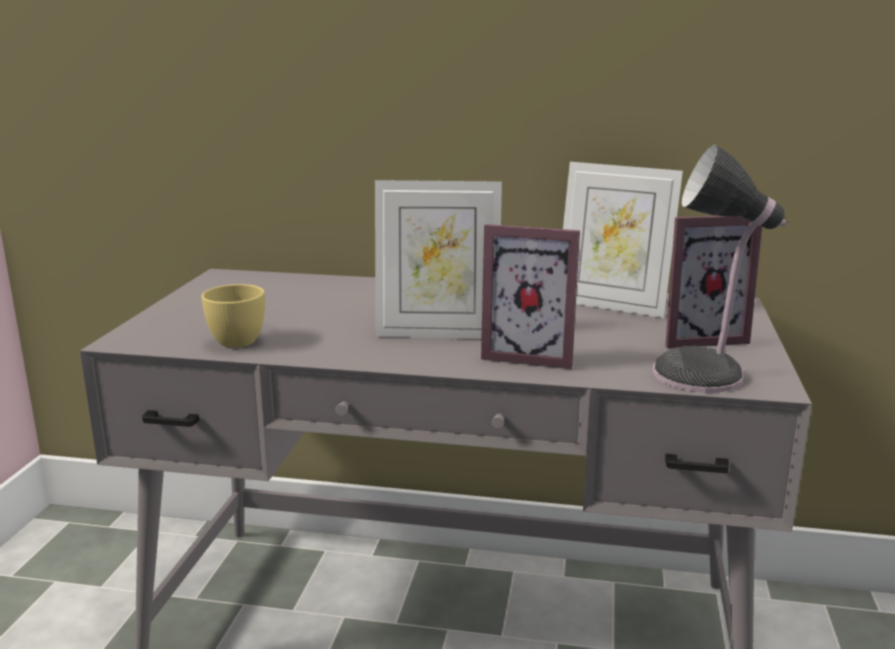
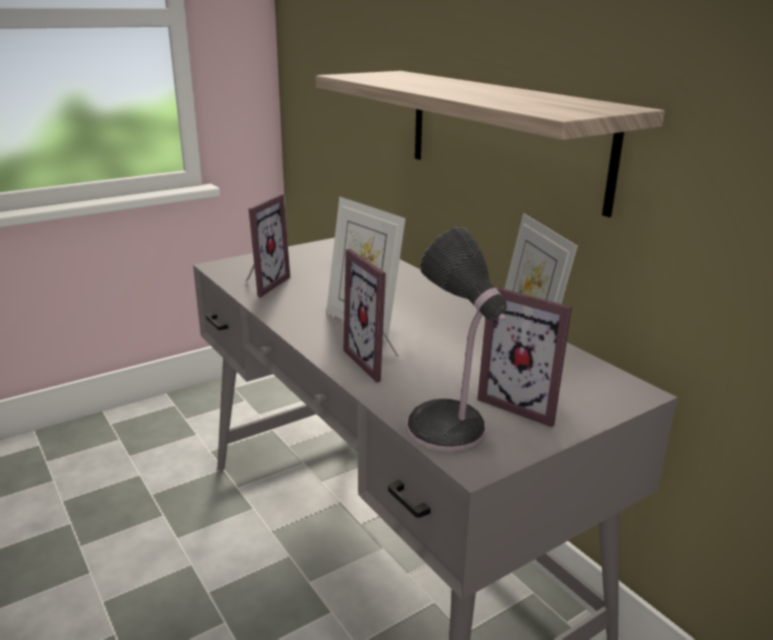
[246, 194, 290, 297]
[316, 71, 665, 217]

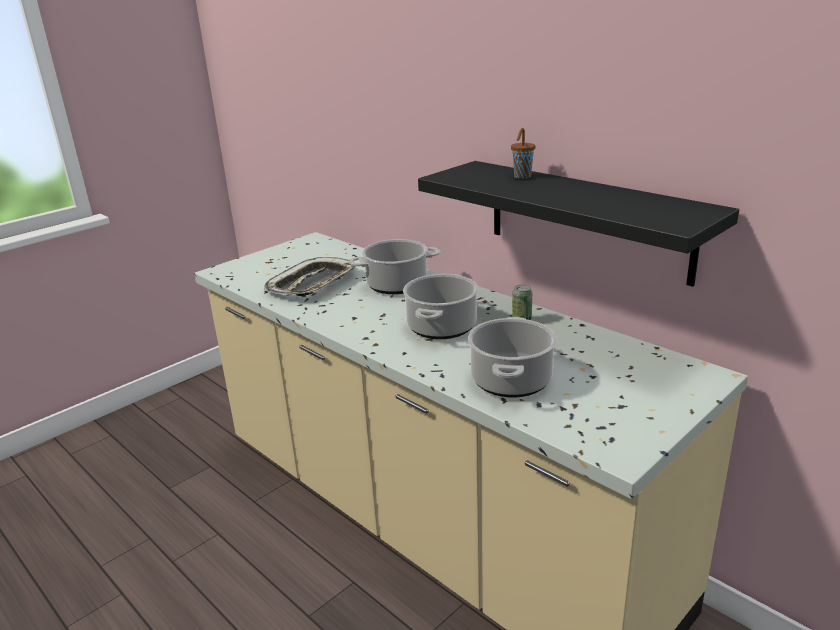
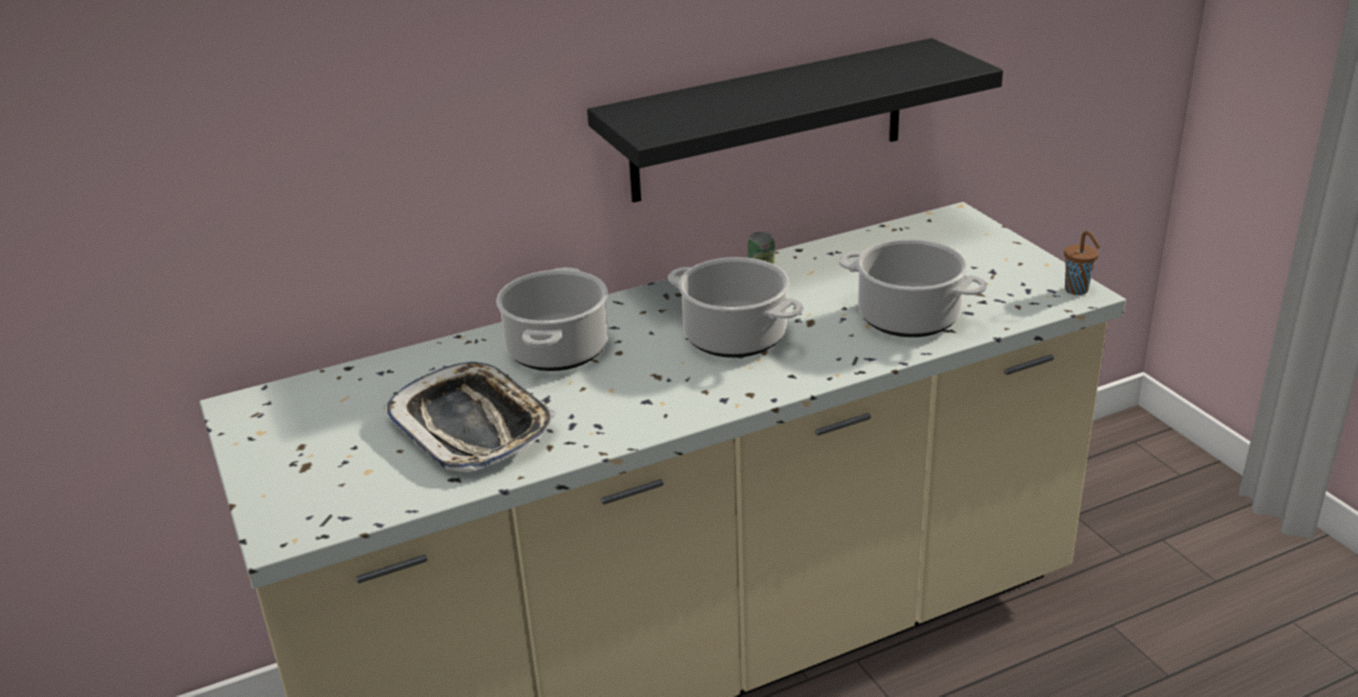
[1064, 231, 1100, 295]

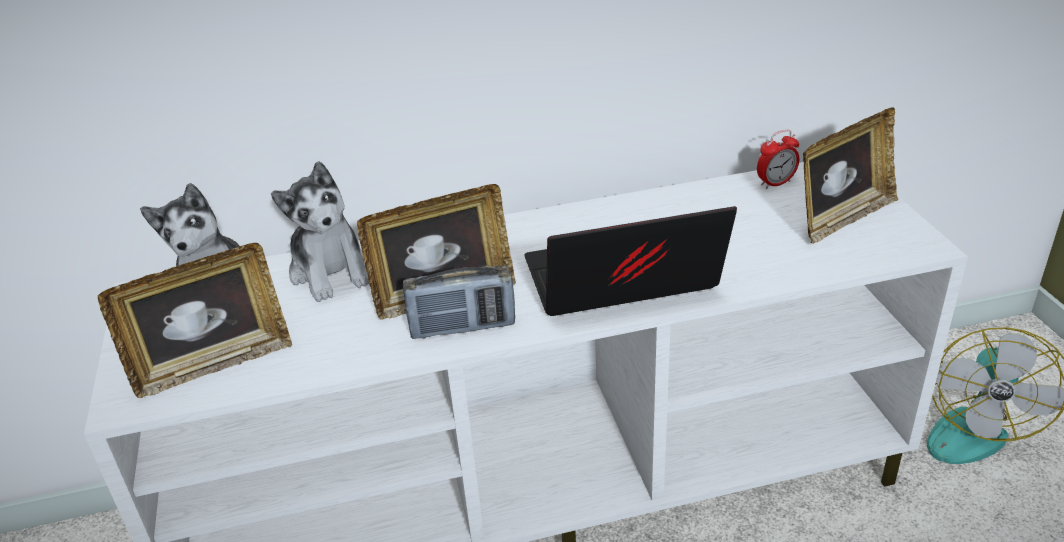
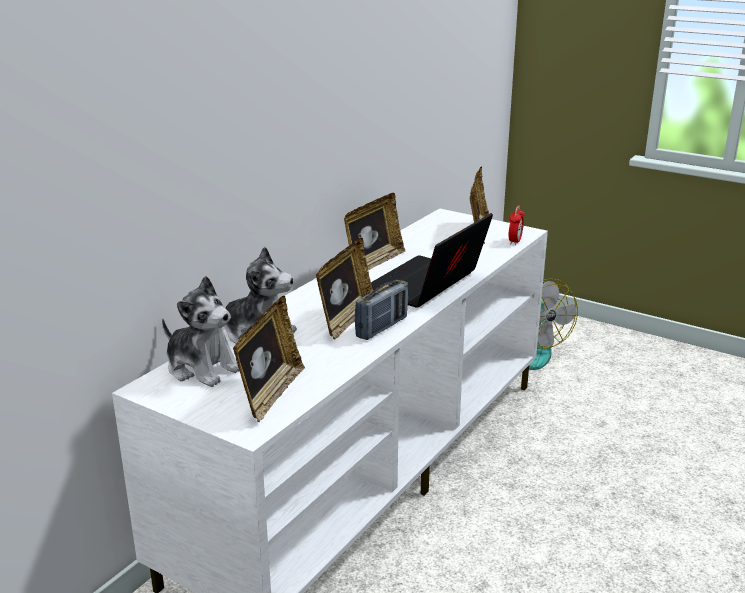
[509, 206, 525, 245]
[344, 193, 406, 270]

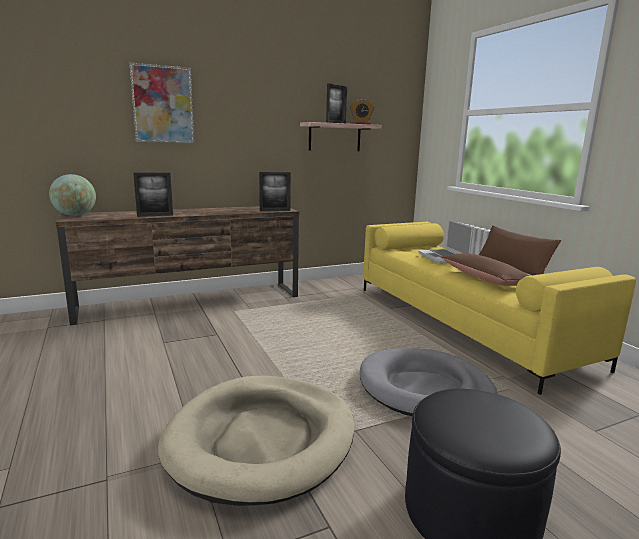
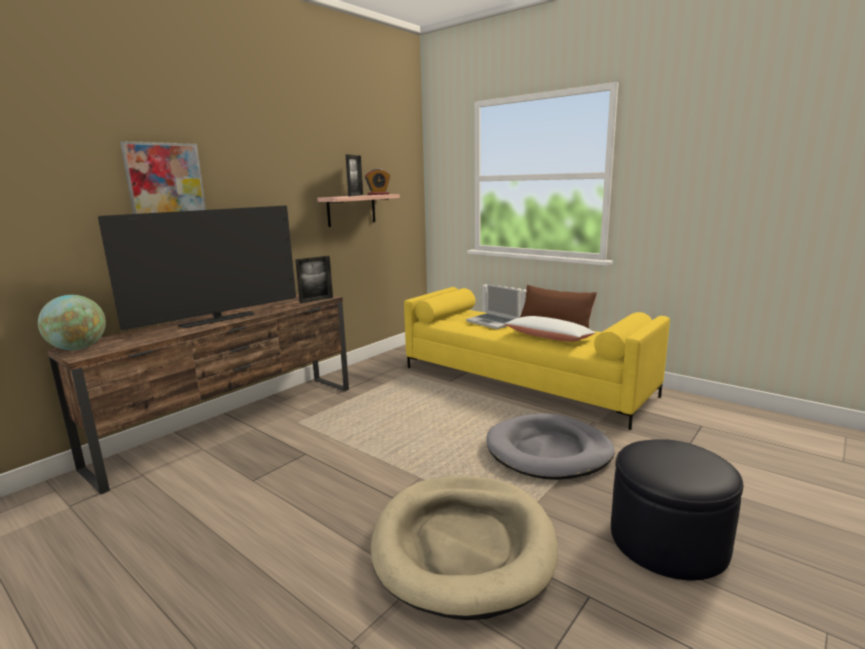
[133, 173, 173, 217] (first image)
[503, 316, 596, 342]
[98, 205, 296, 330]

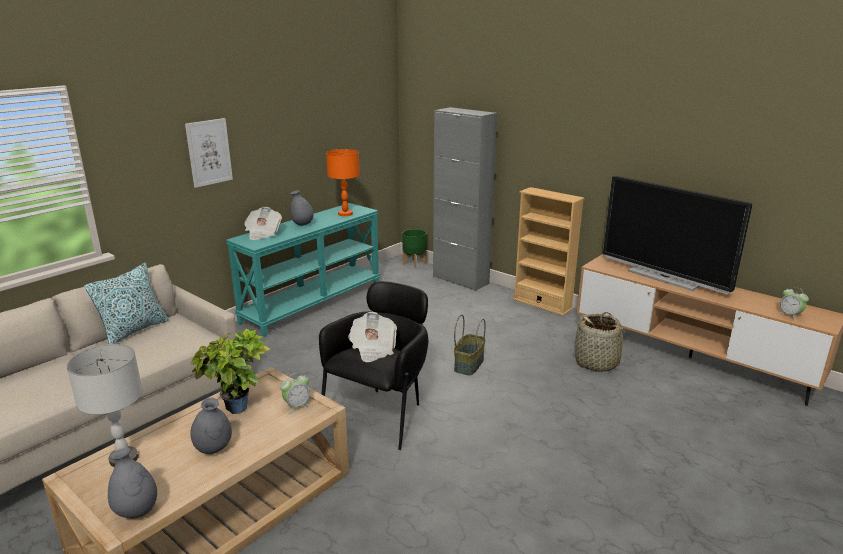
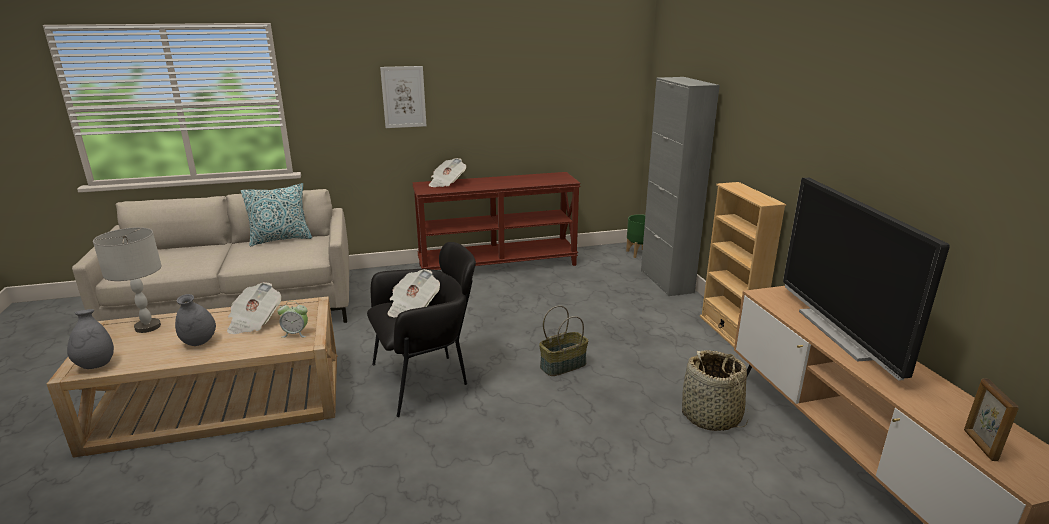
[227, 282, 281, 334]
[412, 172, 581, 270]
[290, 190, 314, 226] (first image)
[326, 149, 360, 216] (first image)
[964, 378, 1019, 461]

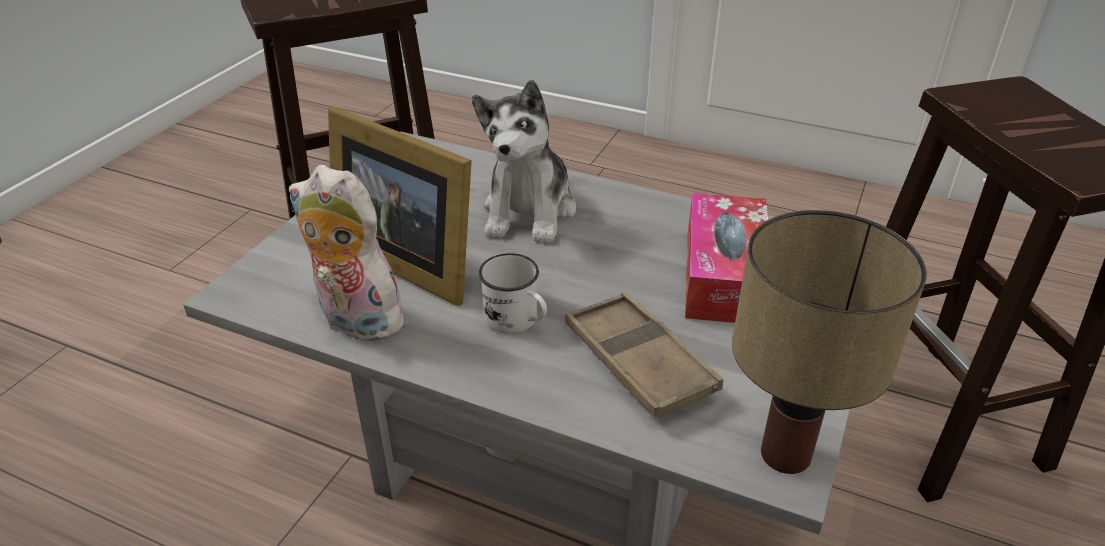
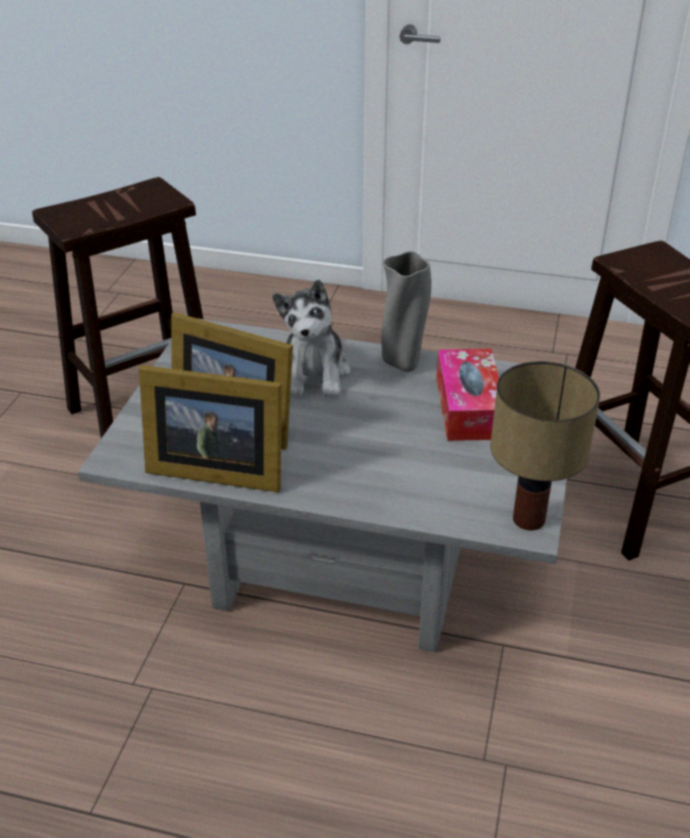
[139, 365, 282, 492]
[479, 253, 547, 334] (first image)
[565, 292, 723, 418] (first image)
[381, 251, 431, 372]

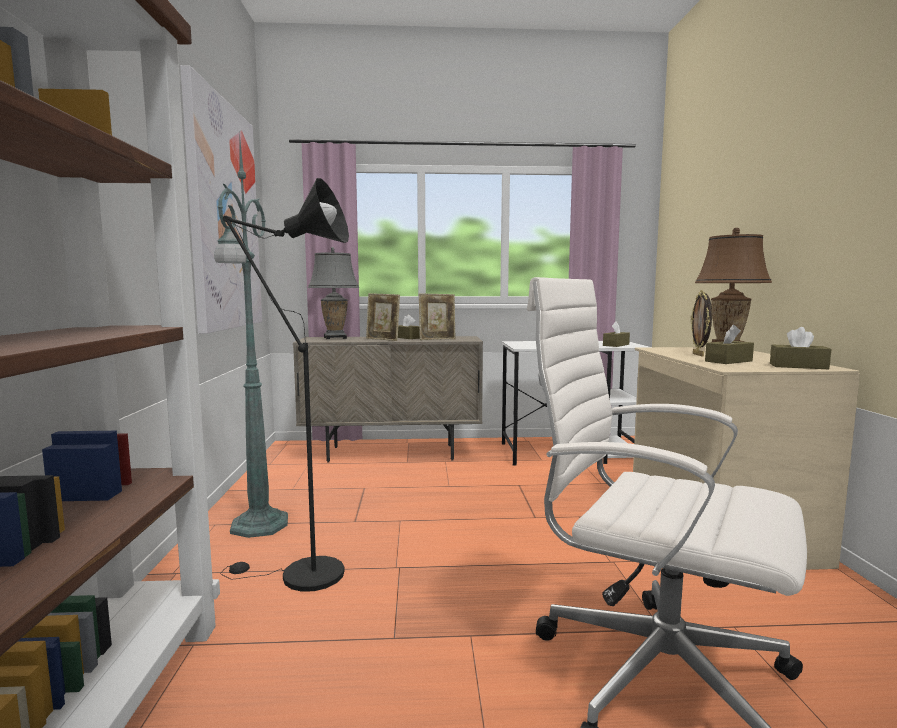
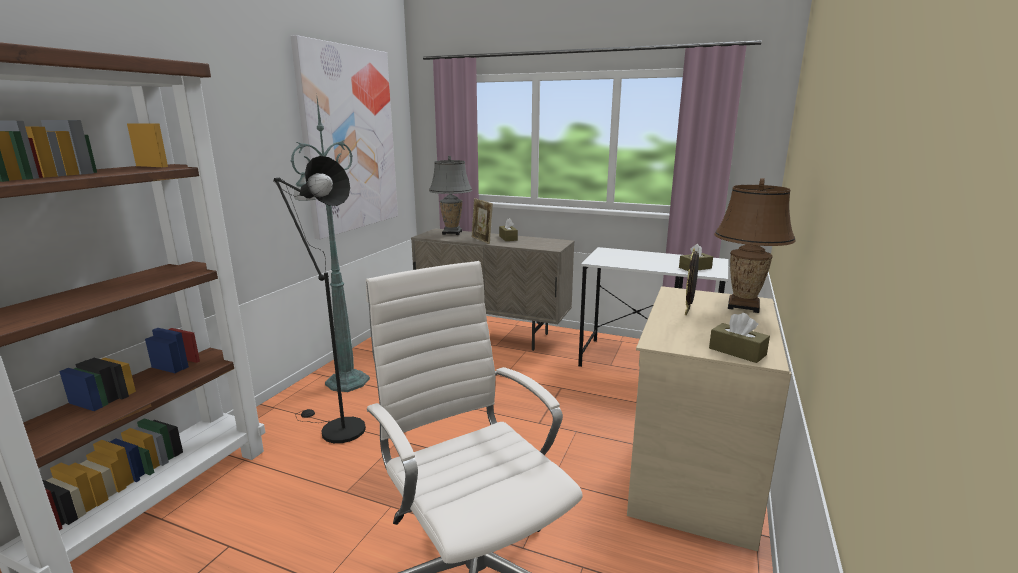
[419, 293, 456, 340] (first image)
[705, 325, 754, 364] (first image)

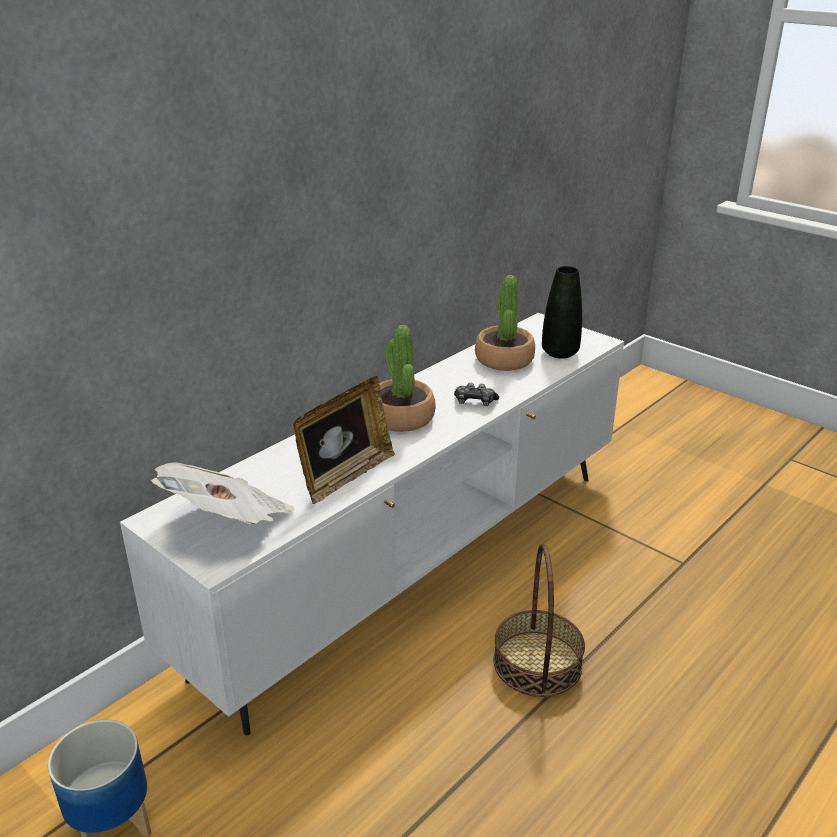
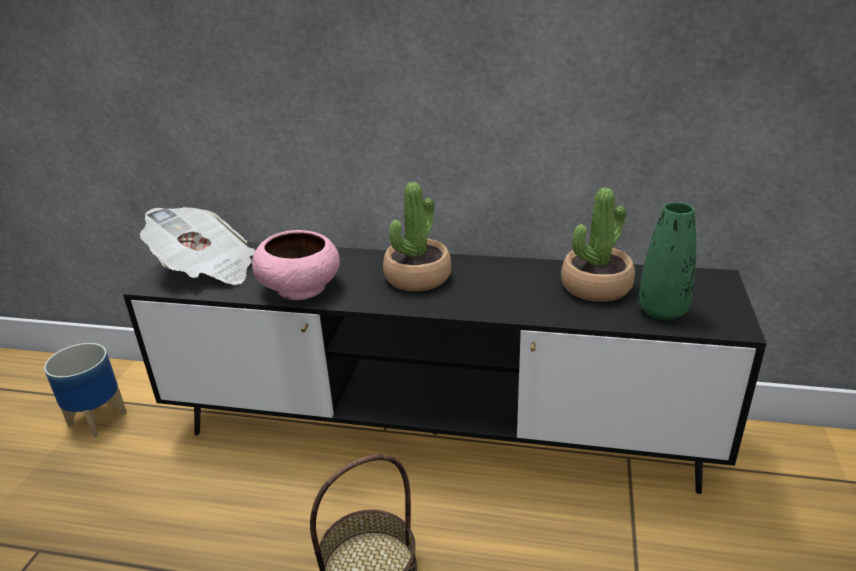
[123, 242, 767, 494]
[252, 230, 340, 300]
[454, 383, 499, 406] (first image)
[639, 202, 696, 320]

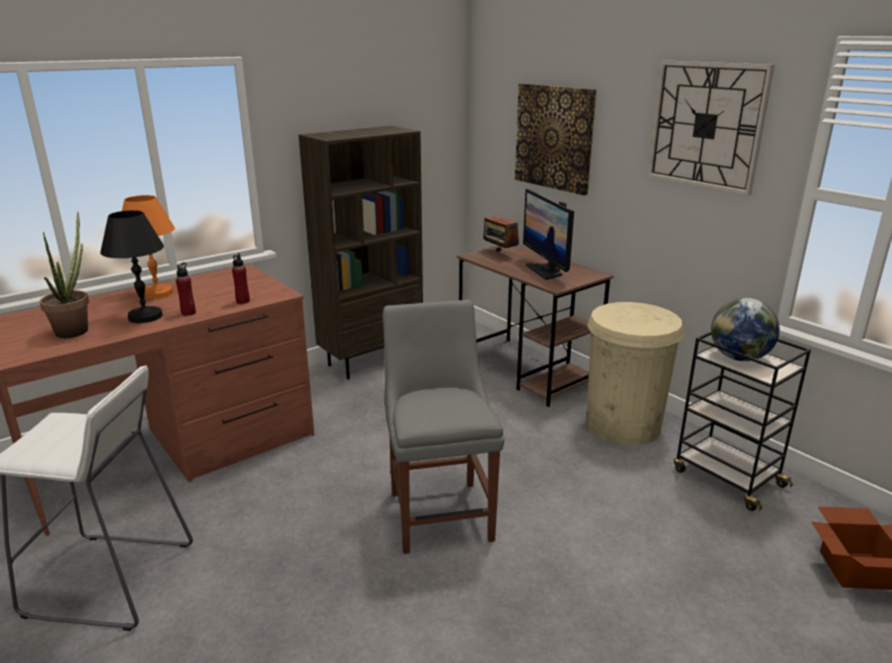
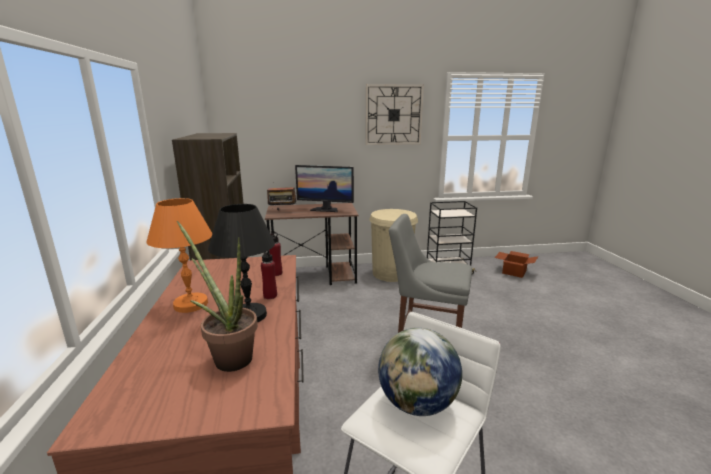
[515, 83, 597, 195] (first image)
[378, 328, 462, 416]

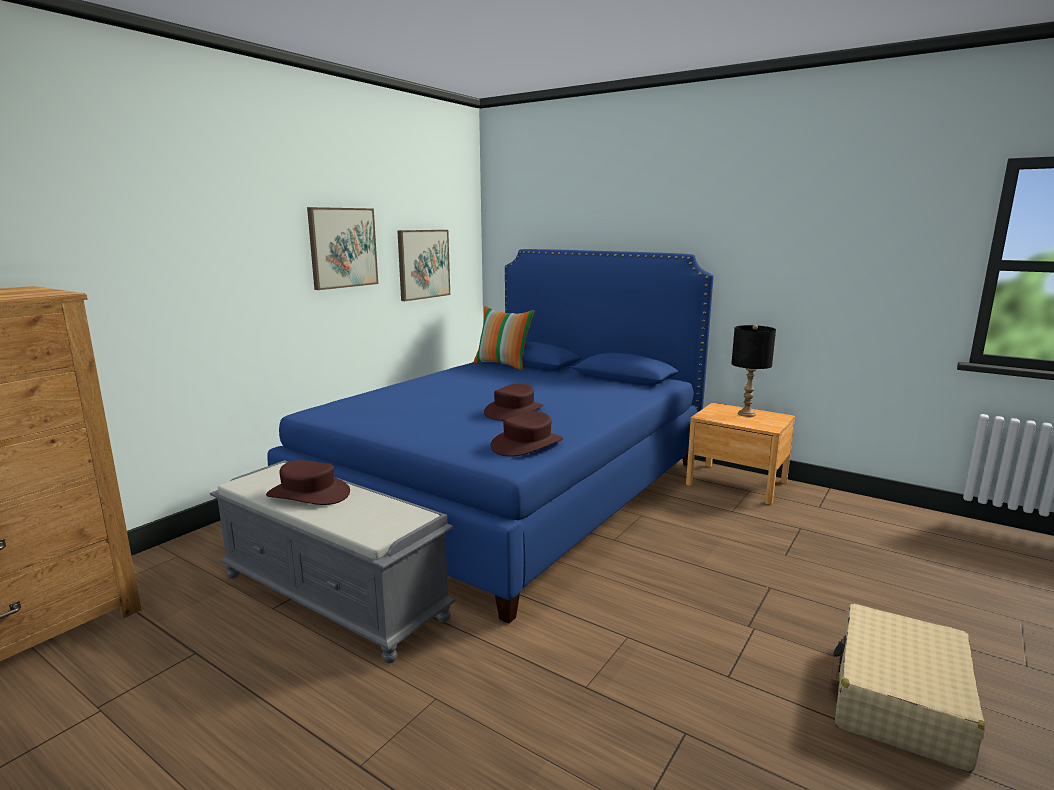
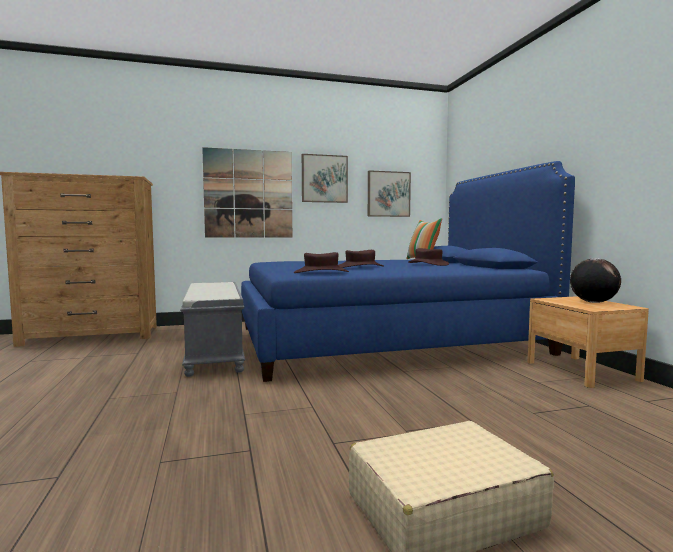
[408, 248, 449, 266]
[570, 258, 621, 303]
[202, 147, 292, 238]

